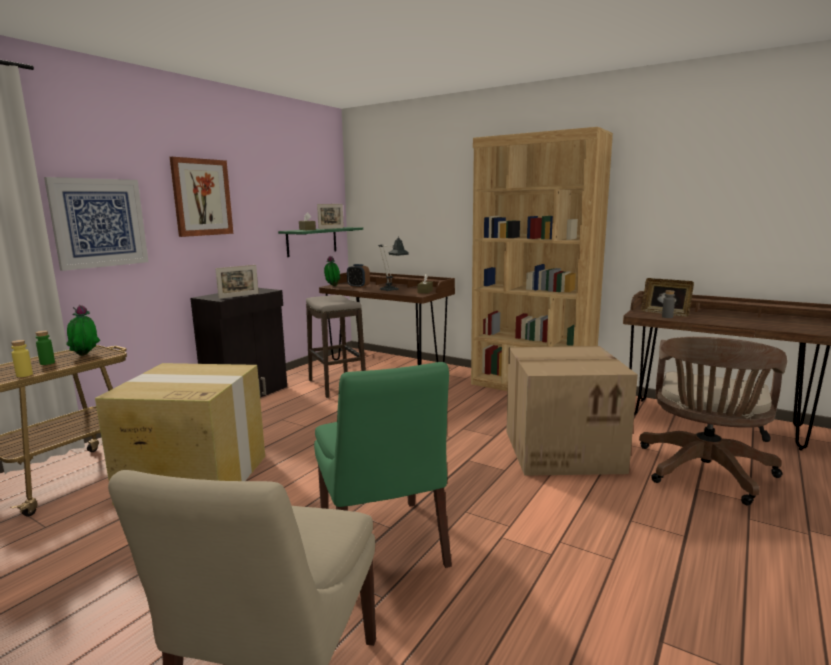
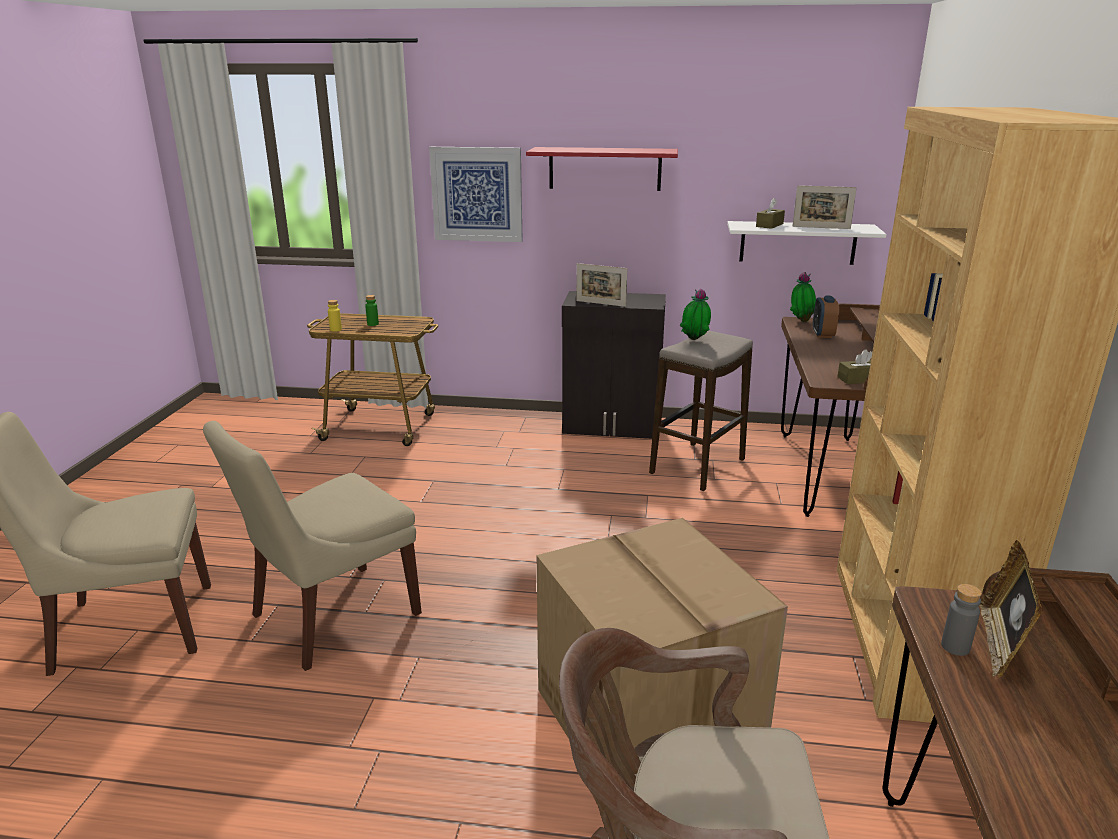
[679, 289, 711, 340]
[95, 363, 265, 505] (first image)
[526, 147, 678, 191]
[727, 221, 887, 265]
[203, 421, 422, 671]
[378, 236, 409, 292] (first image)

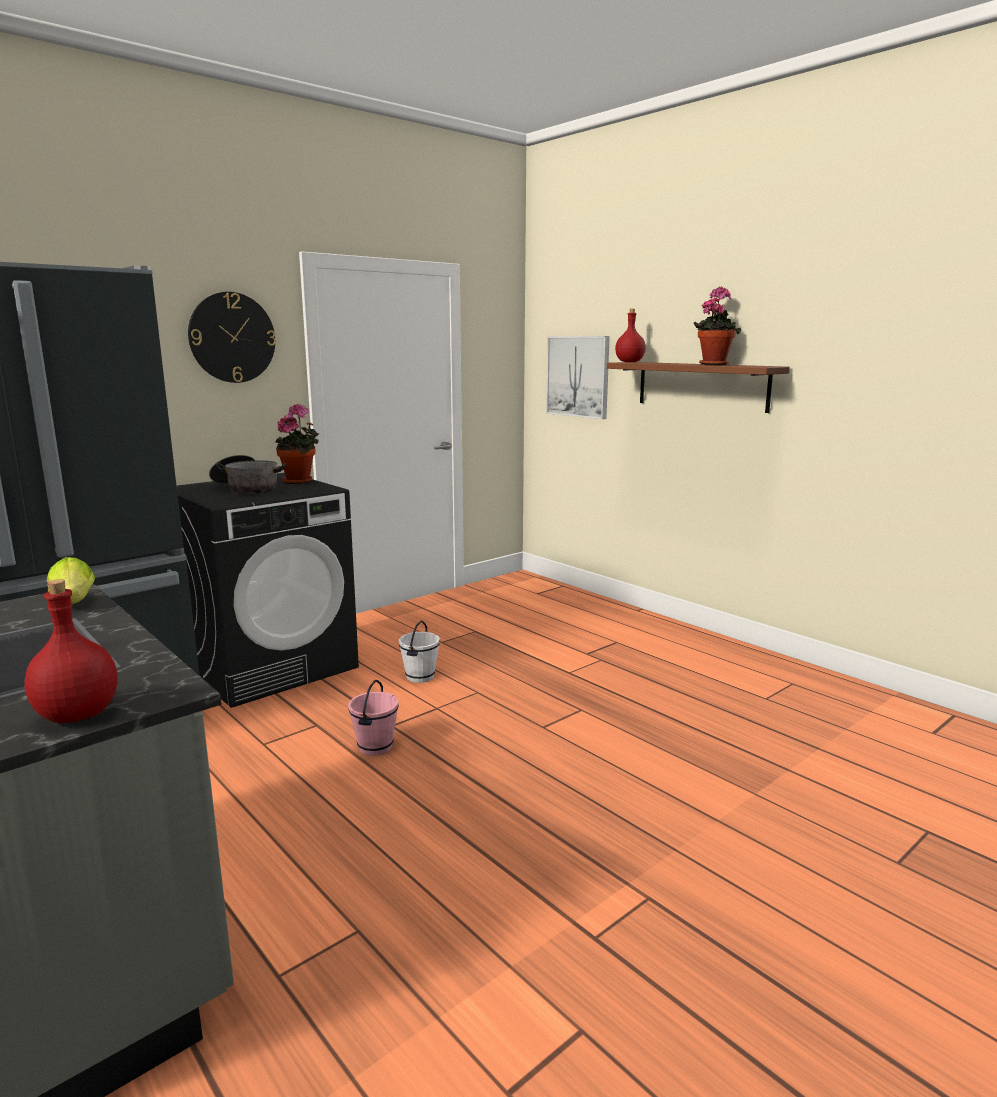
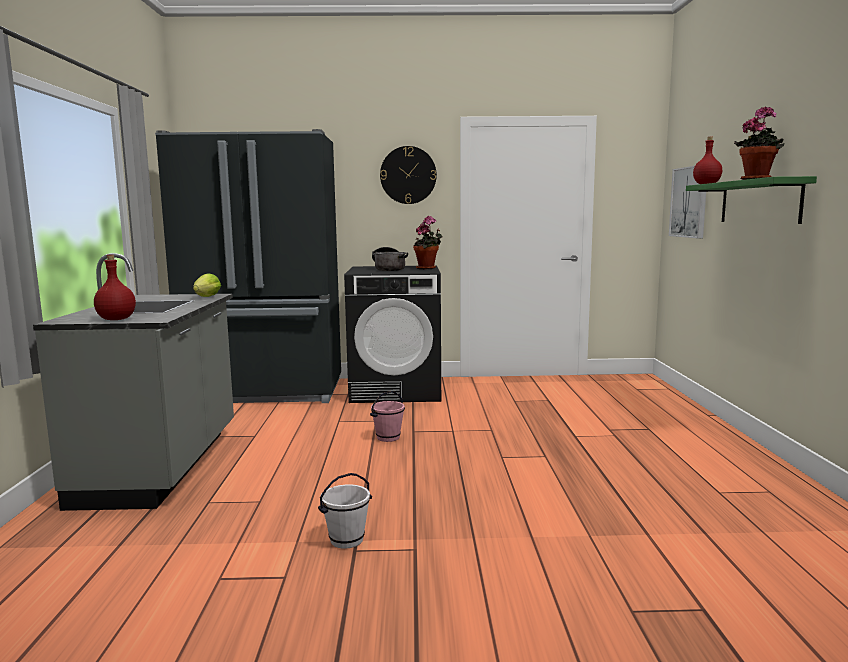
[318, 473, 372, 548]
[686, 176, 817, 224]

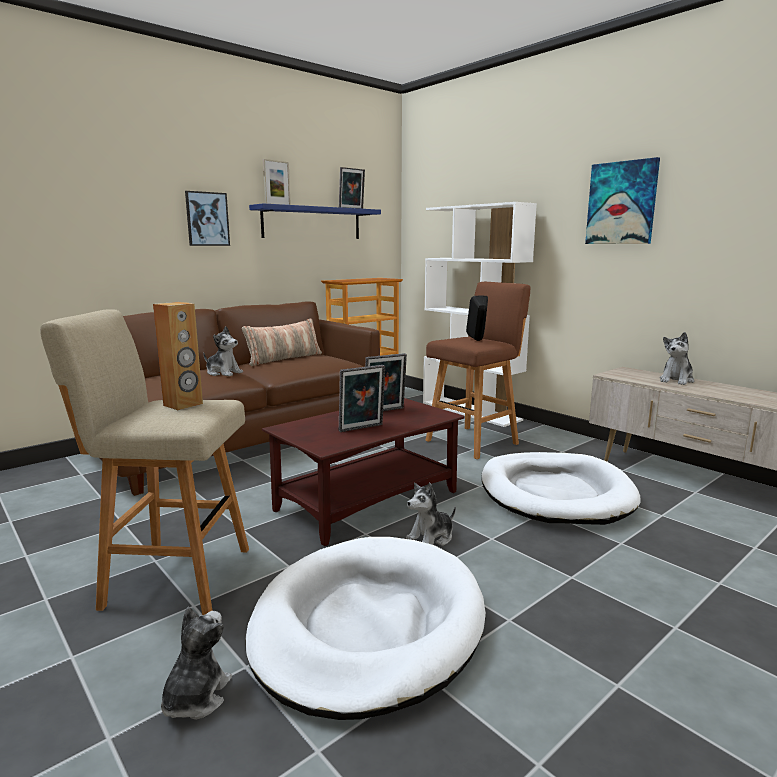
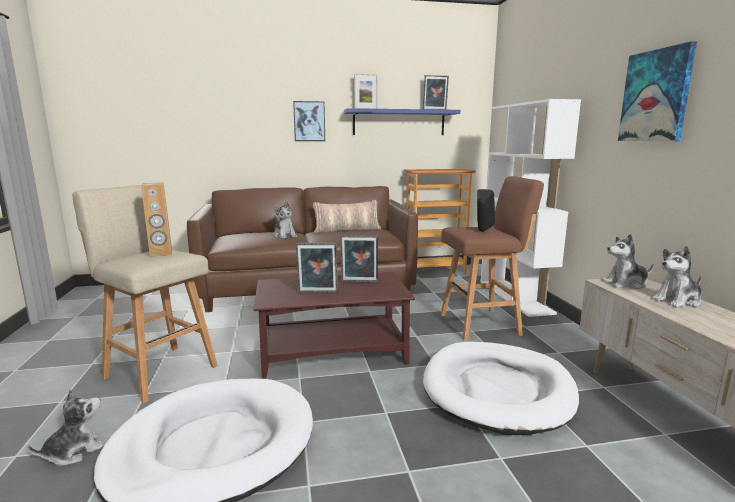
[602, 234, 654, 289]

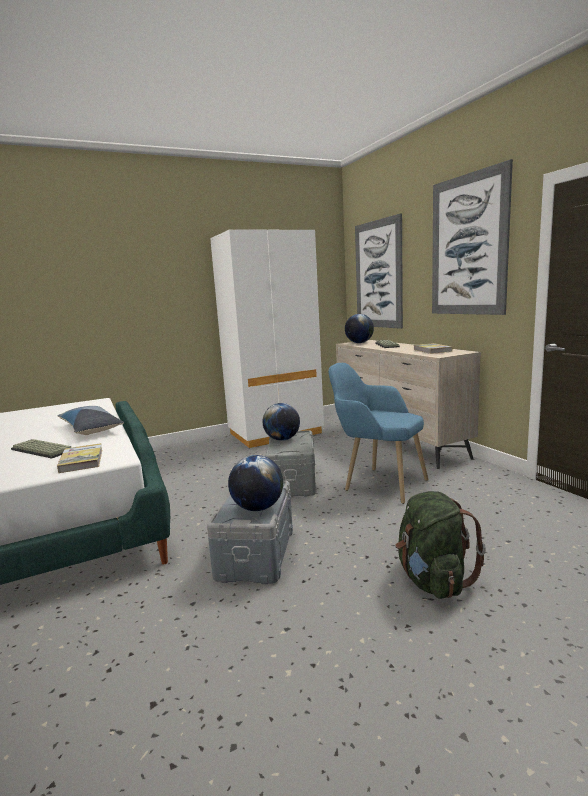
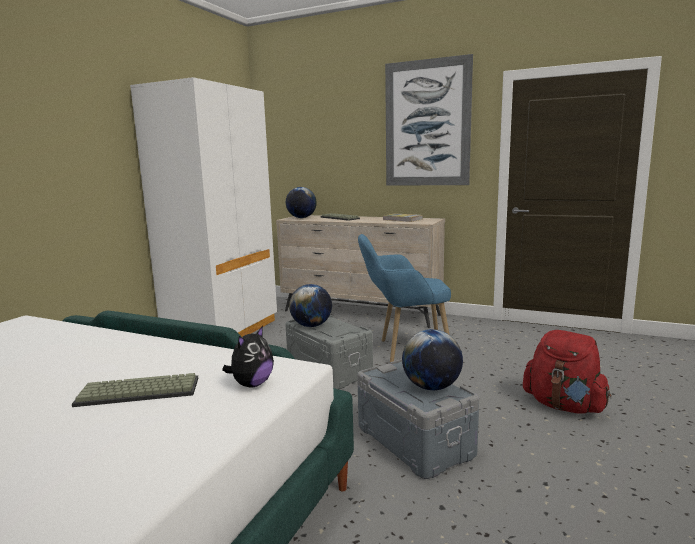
[222, 326, 274, 388]
[58, 406, 124, 435] (first image)
[355, 213, 403, 329] (first image)
[523, 330, 611, 413]

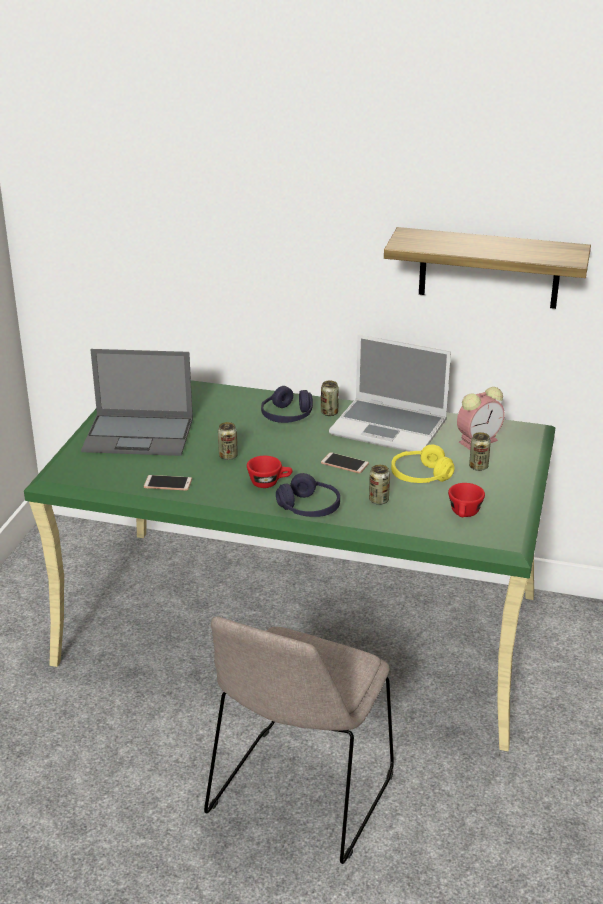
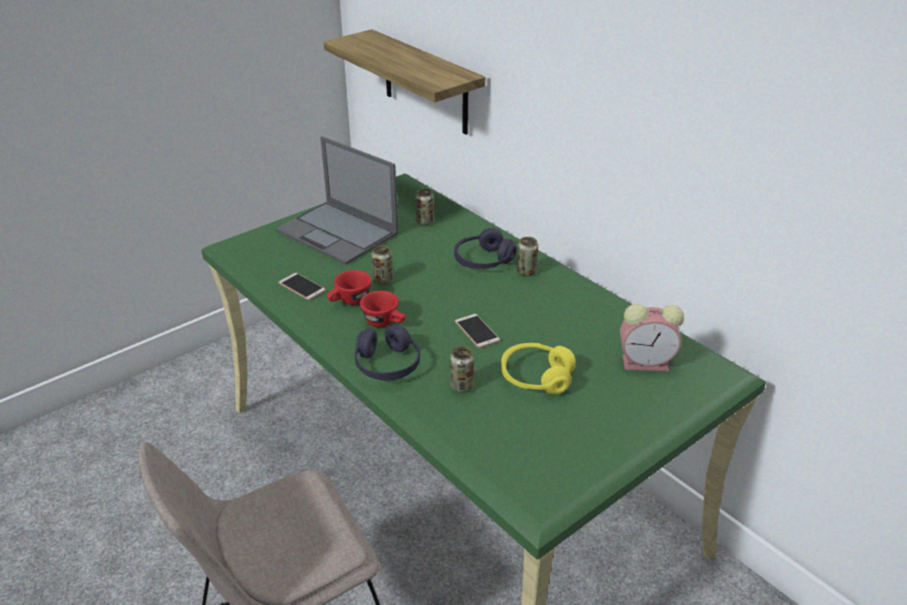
[329, 334, 451, 451] (first image)
[324, 29, 485, 135]
[327, 270, 371, 305]
[415, 189, 434, 225]

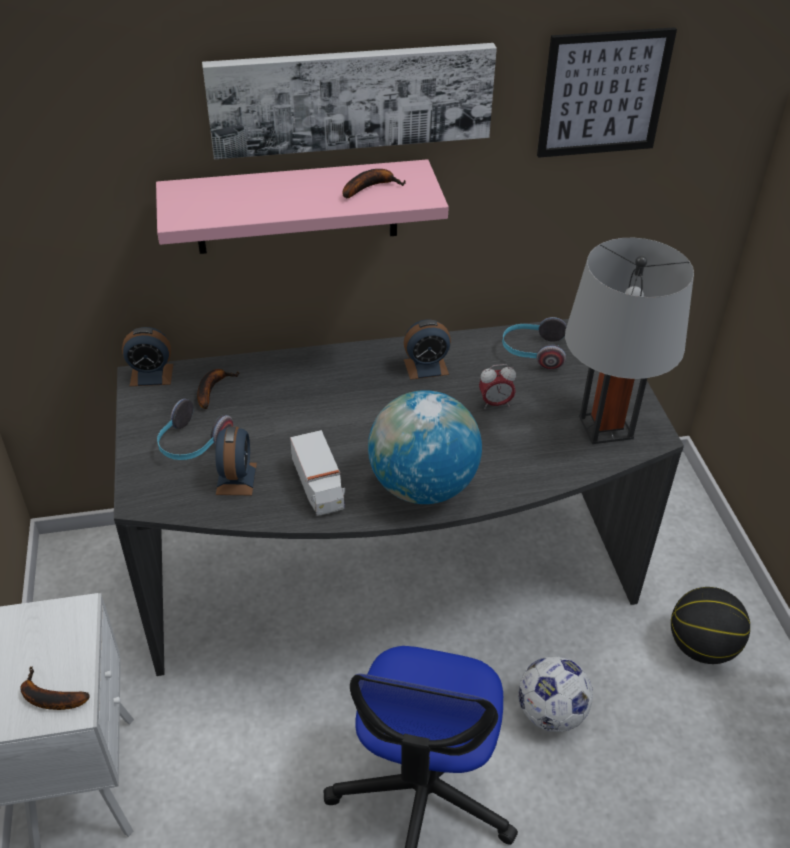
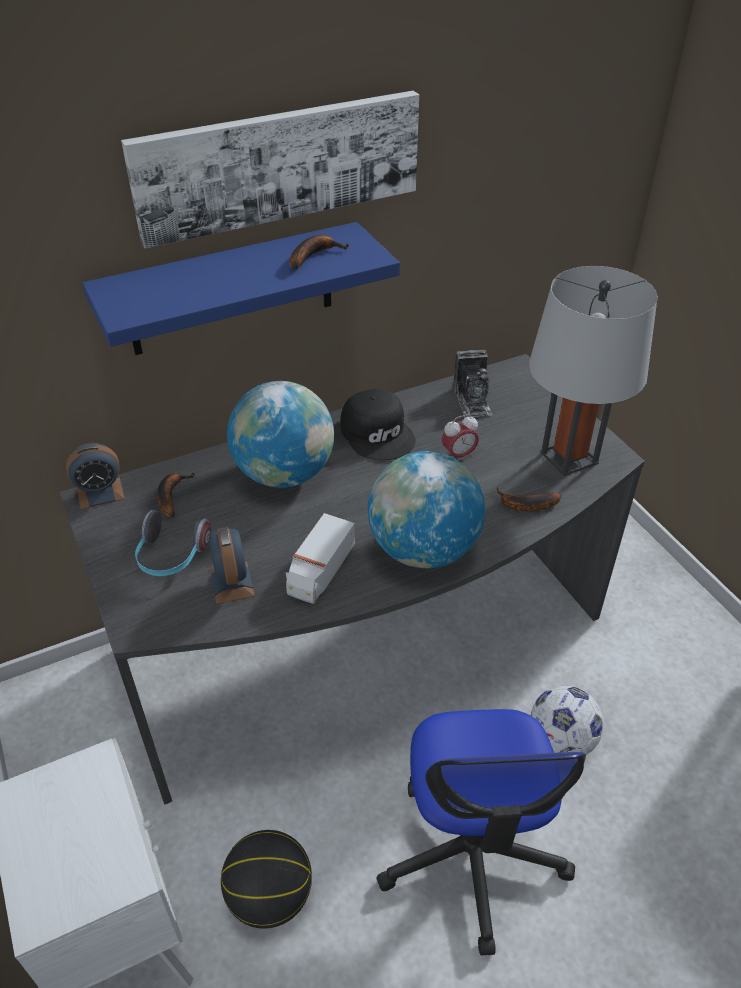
[497, 486, 562, 511]
[82, 222, 400, 355]
[285, 513, 355, 604]
[340, 389, 415, 461]
[453, 350, 493, 418]
[537, 27, 677, 158] (first image)
[221, 830, 312, 929]
[227, 381, 334, 488]

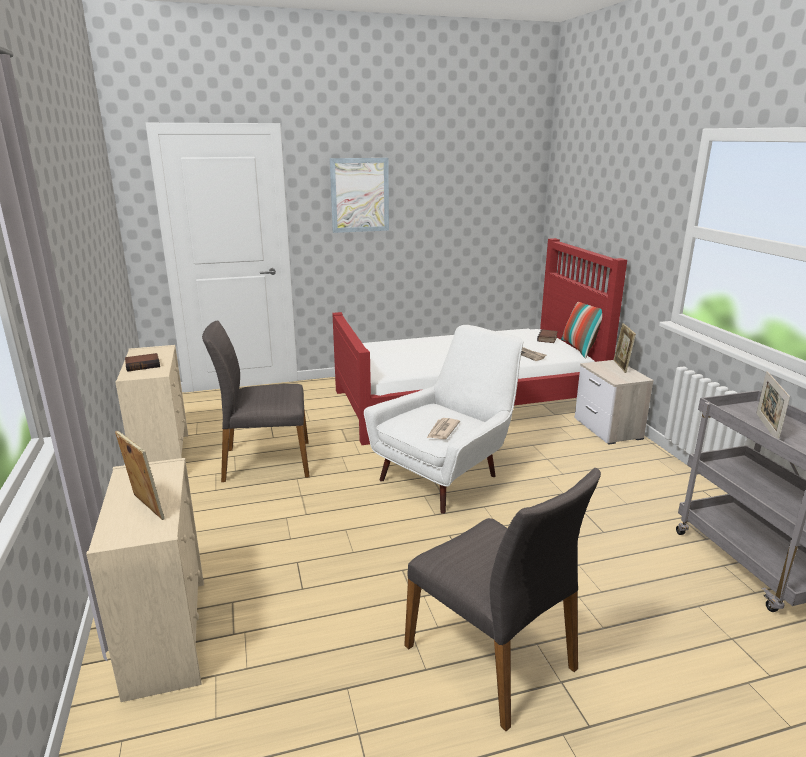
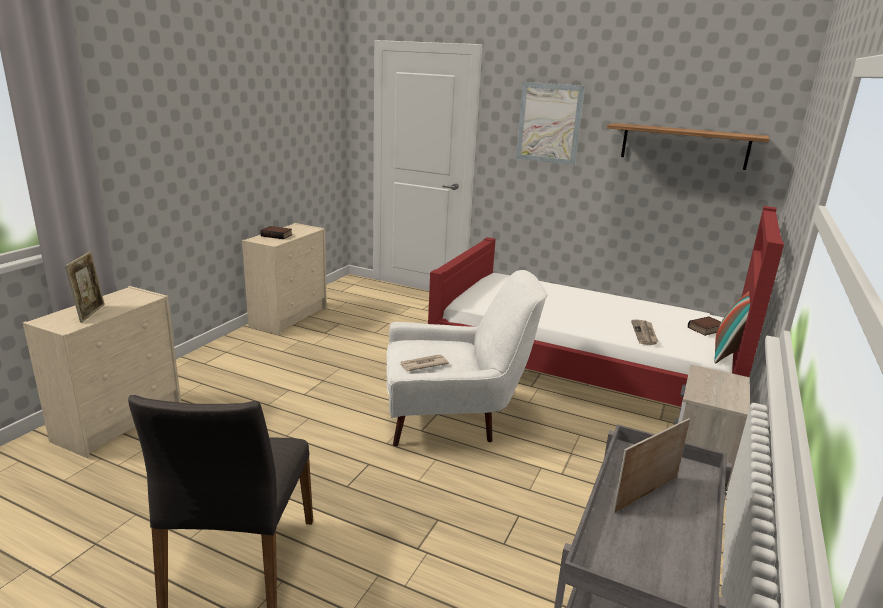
[202, 320, 309, 482] (first image)
[614, 323, 636, 373] (first image)
[607, 123, 769, 170]

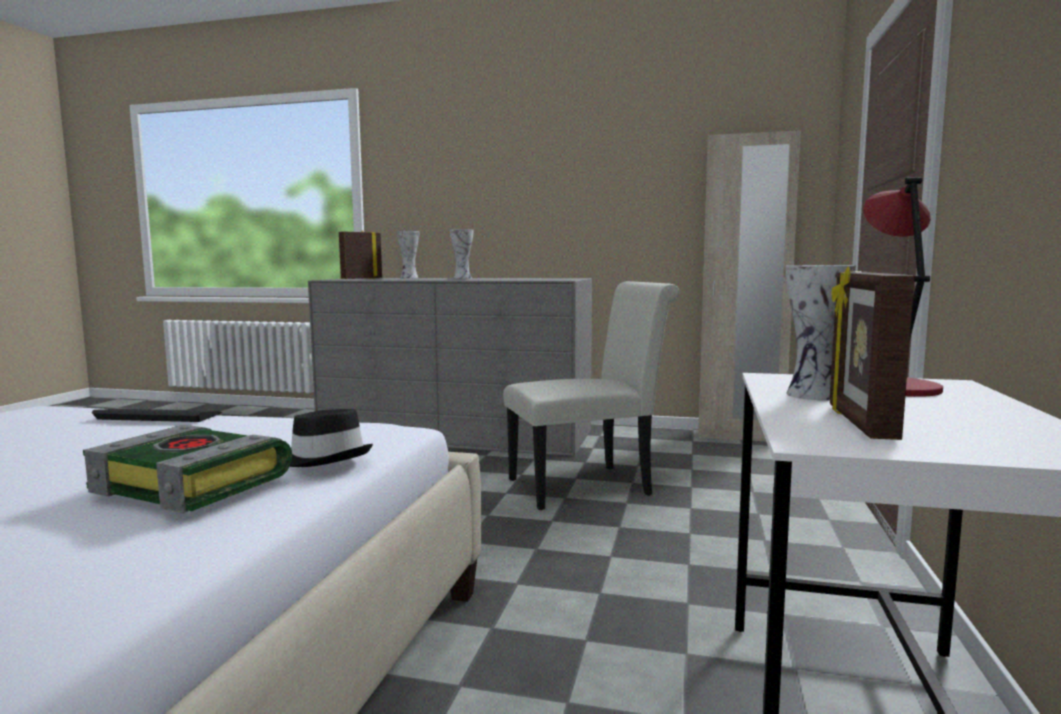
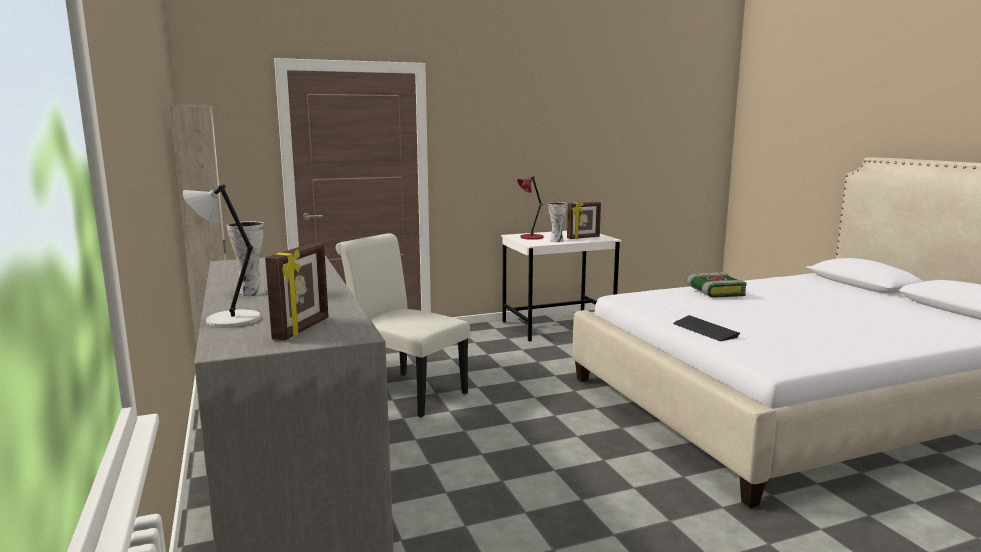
[290, 409, 373, 467] (first image)
[265, 243, 329, 341]
[183, 185, 261, 328]

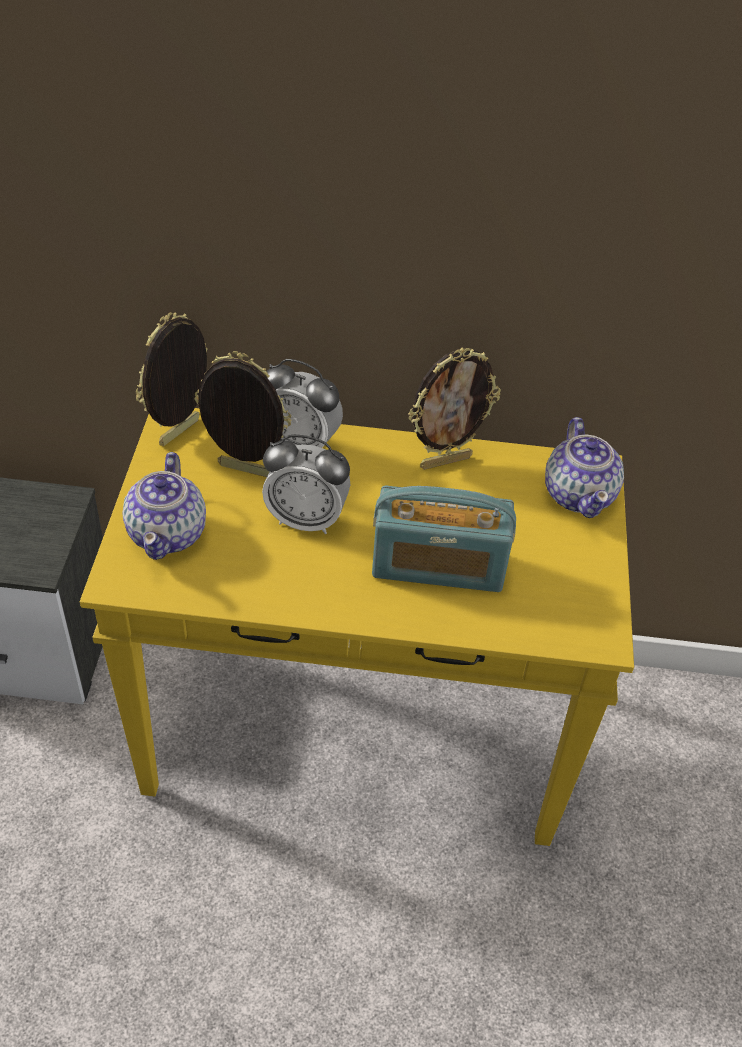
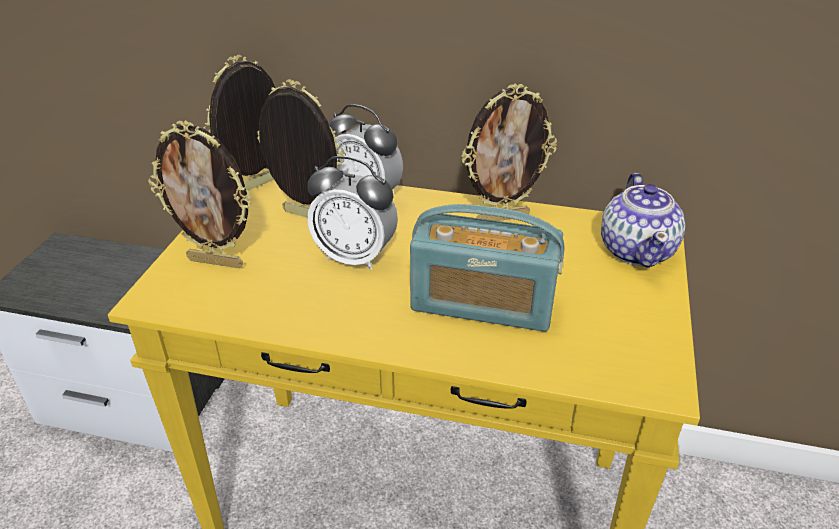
[148, 120, 252, 268]

